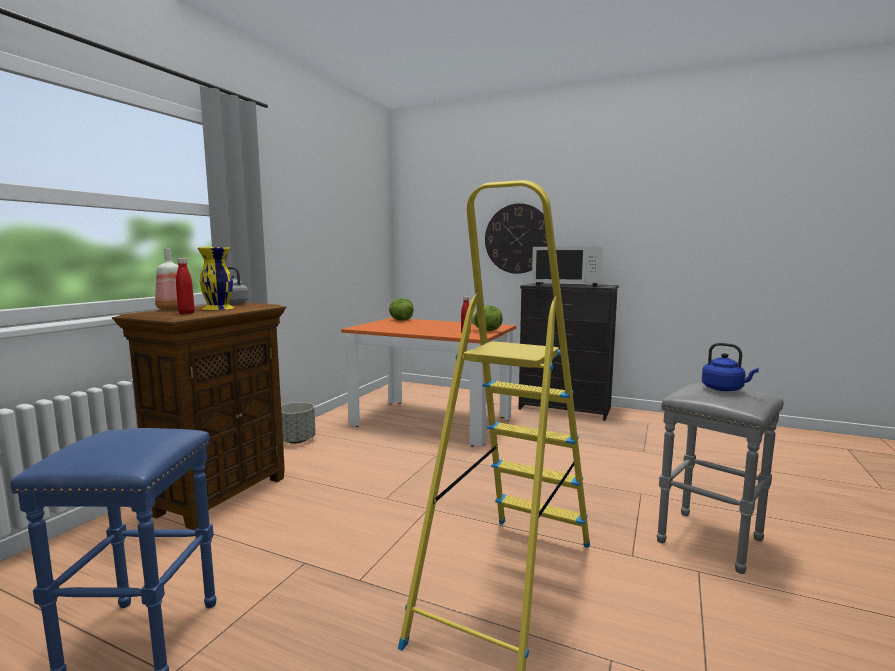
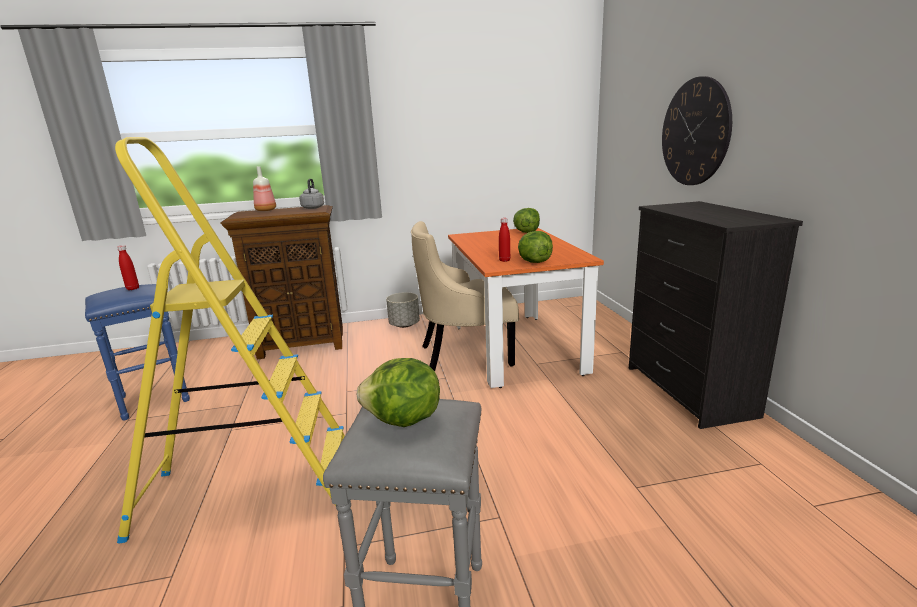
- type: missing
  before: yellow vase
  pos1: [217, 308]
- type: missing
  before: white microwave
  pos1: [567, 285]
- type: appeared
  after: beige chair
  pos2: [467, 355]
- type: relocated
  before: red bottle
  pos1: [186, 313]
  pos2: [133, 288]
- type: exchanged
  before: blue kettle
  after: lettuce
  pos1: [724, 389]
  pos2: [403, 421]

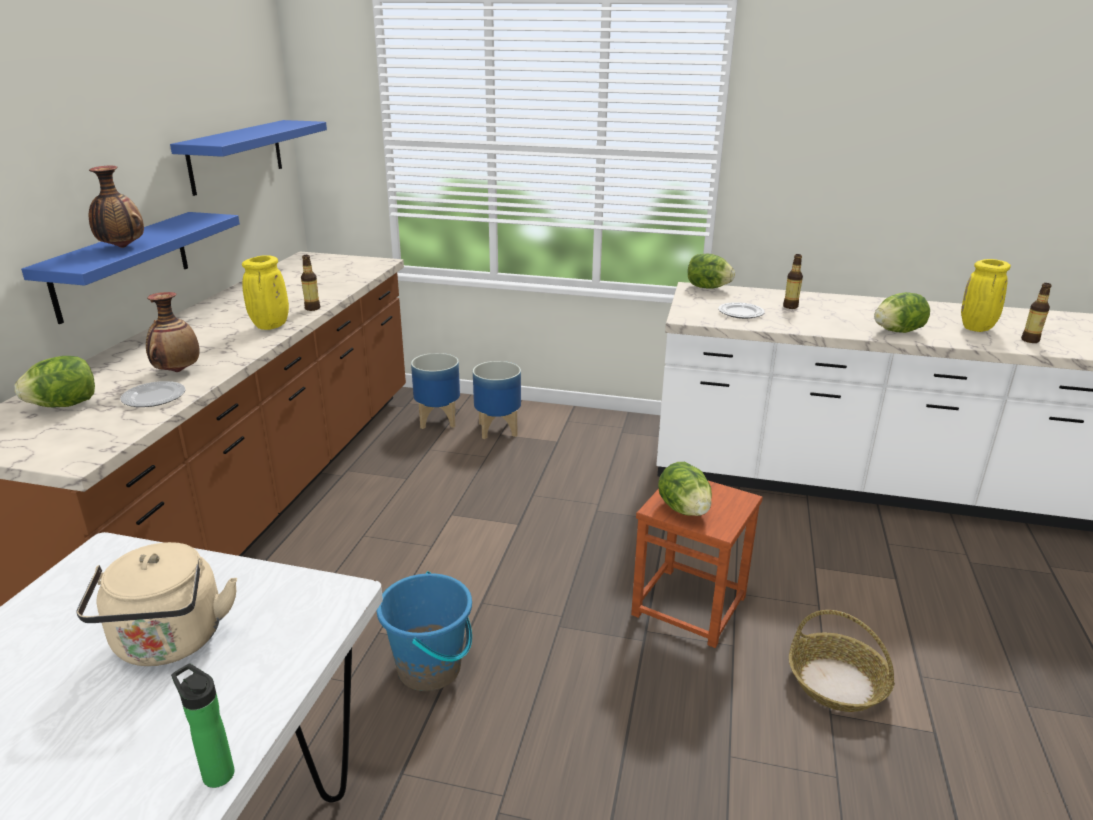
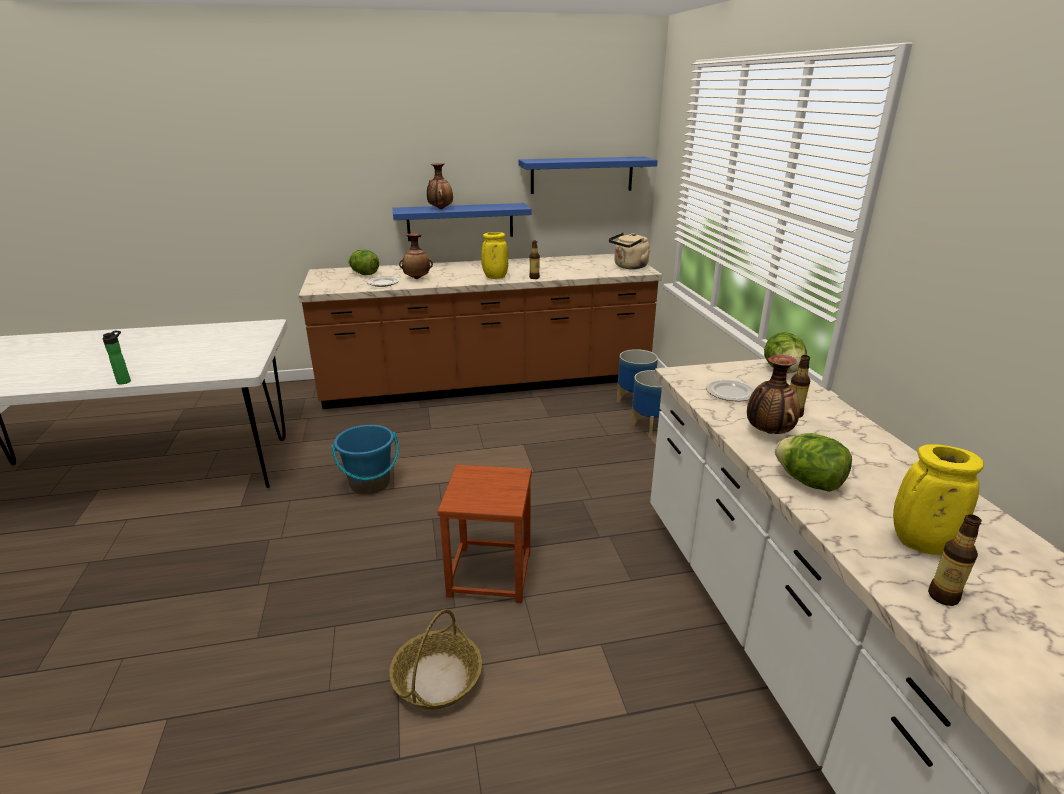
- type: missing
  before: lettuce
  pos1: [684, 509]
- type: appeared
  after: vase
  pos2: [768, 432]
- type: relocated
  before: beige kettle
  pos1: [169, 643]
  pos2: [629, 267]

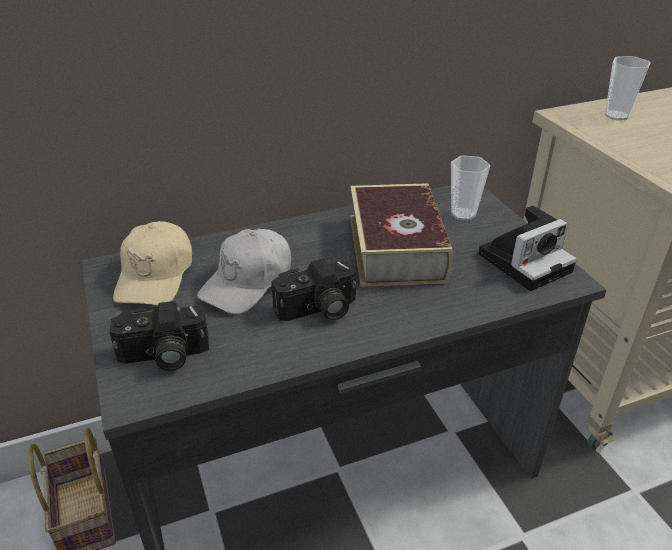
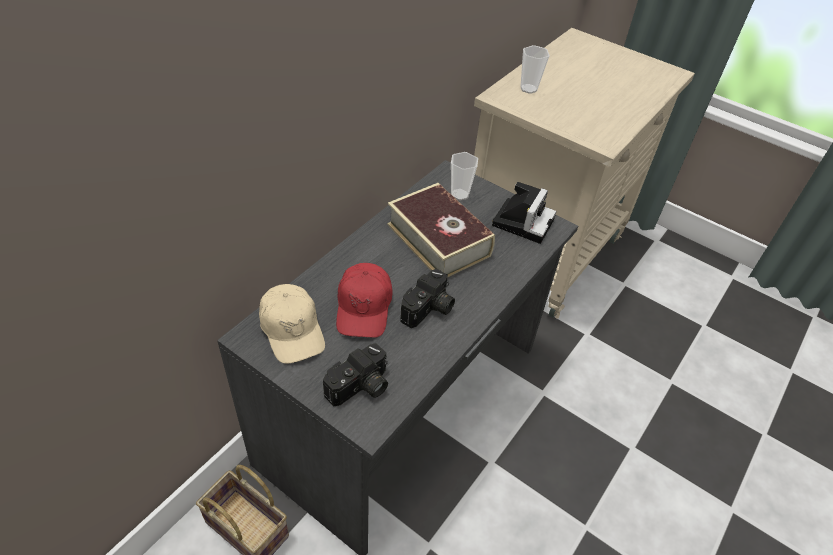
- type: colour
  before: white cap
  after: red cap
  pos1: [248, 282]
  pos2: [364, 307]

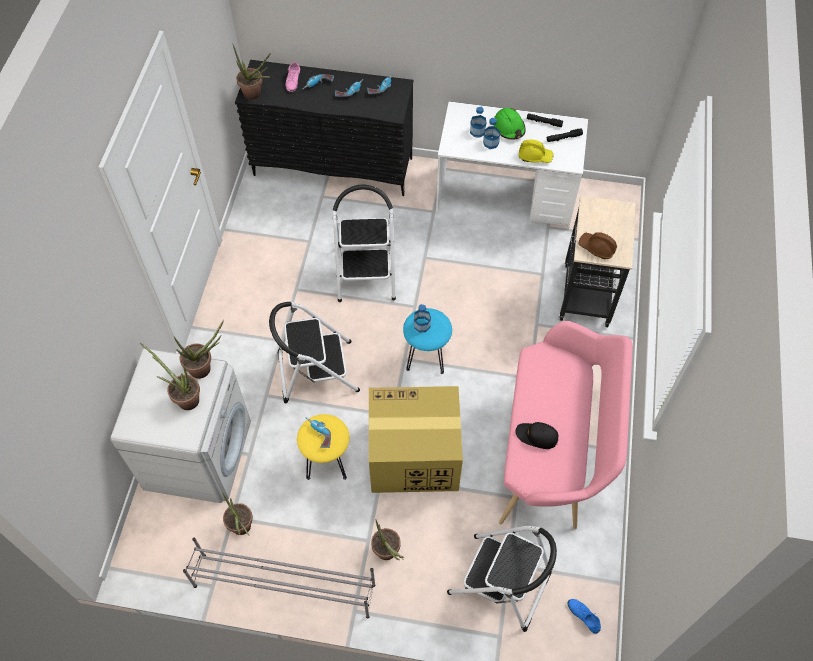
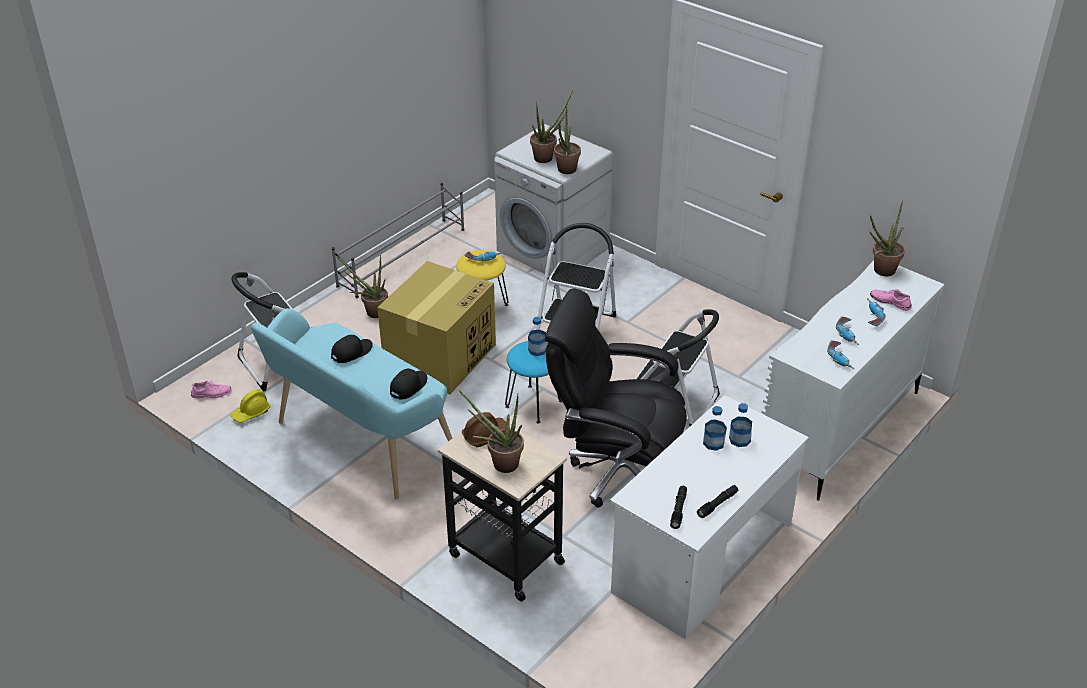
- type: missing
  before: green hard hat
  pos1: [509, 128]
- type: appeared
  after: black cap
  pos2: [408, 386]
- type: appeared
  after: black office chair
  pos2: [615, 471]
- type: relocated
  before: potted plant
  pos1: [242, 530]
  pos2: [500, 463]
- type: relocated
  before: yellow hard hat
  pos1: [535, 156]
  pos2: [251, 413]
- type: colour
  before: black dresser
  after: white dresser
  pos1: [333, 168]
  pos2: [839, 429]
- type: colour
  before: pink bench
  after: turquoise bench
  pos1: [553, 452]
  pos2: [358, 443]
- type: colour
  before: blue shoe
  after: pink shoe
  pos1: [583, 616]
  pos2: [211, 393]

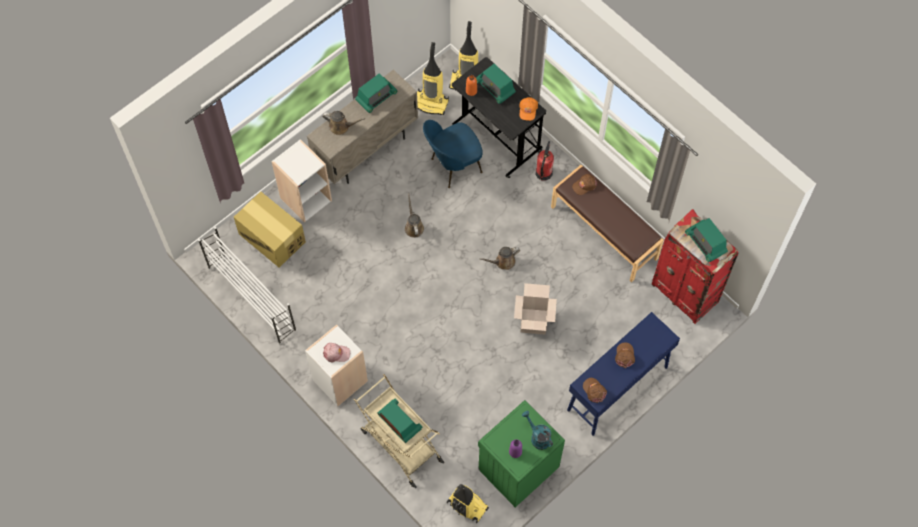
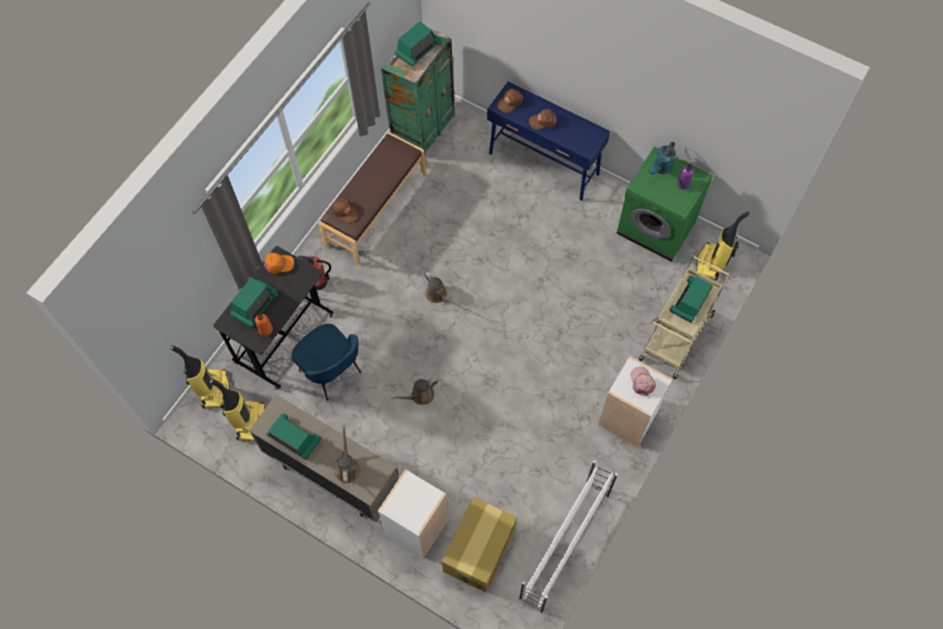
- type: missing
  before: cardboard box
  pos1: [533, 321]
- type: relocated
  before: brown cap
  pos1: [594, 391]
  pos2: [509, 102]
- type: colour
  before: red cabinet
  after: green cabinet
  pos1: [685, 293]
  pos2: [423, 128]

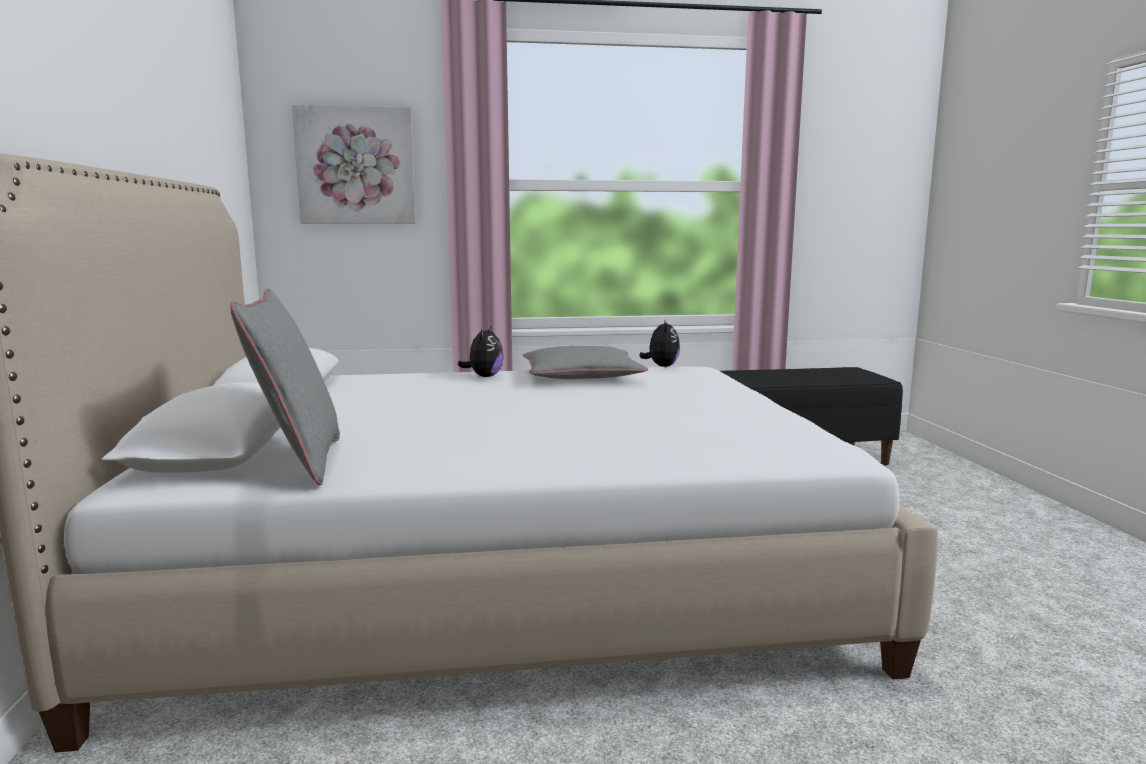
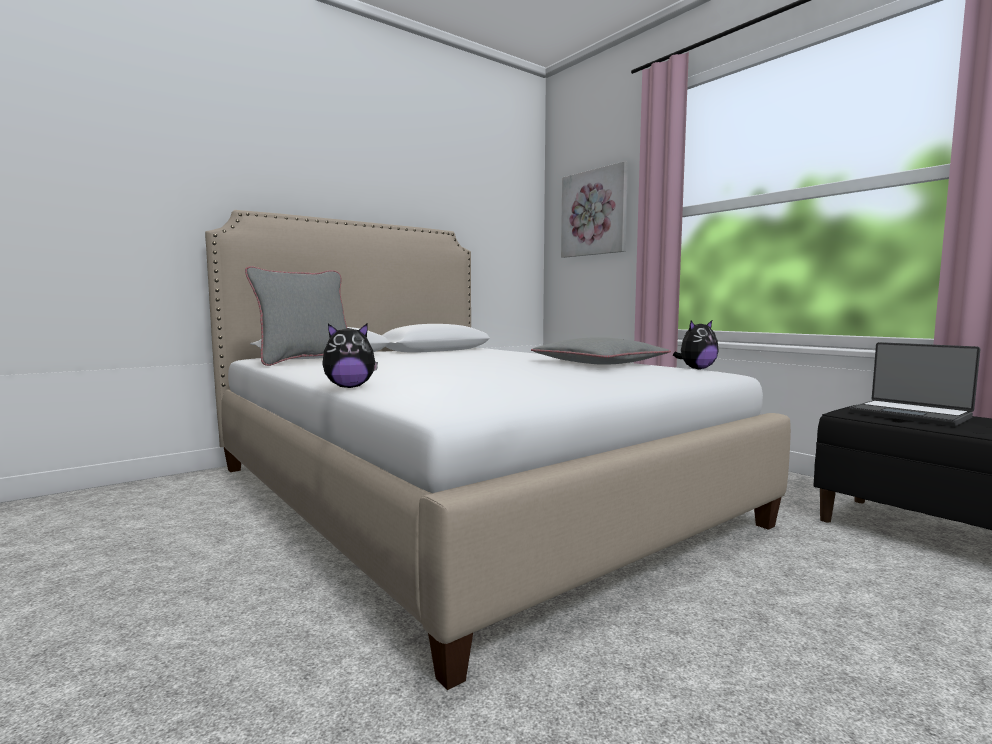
- type: appeared
  after: laptop
  pos2: [910, 415]
- type: relocated
  before: plush toy
  pos1: [484, 376]
  pos2: [350, 387]

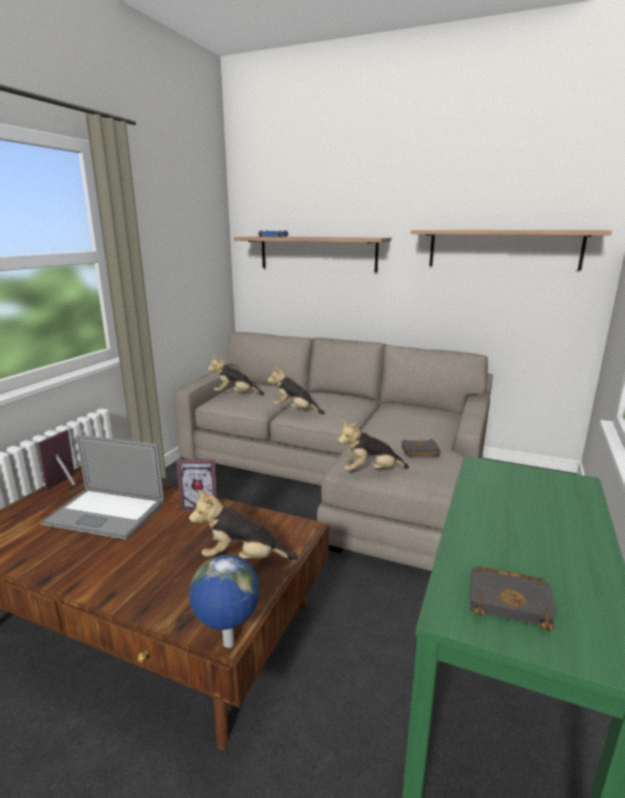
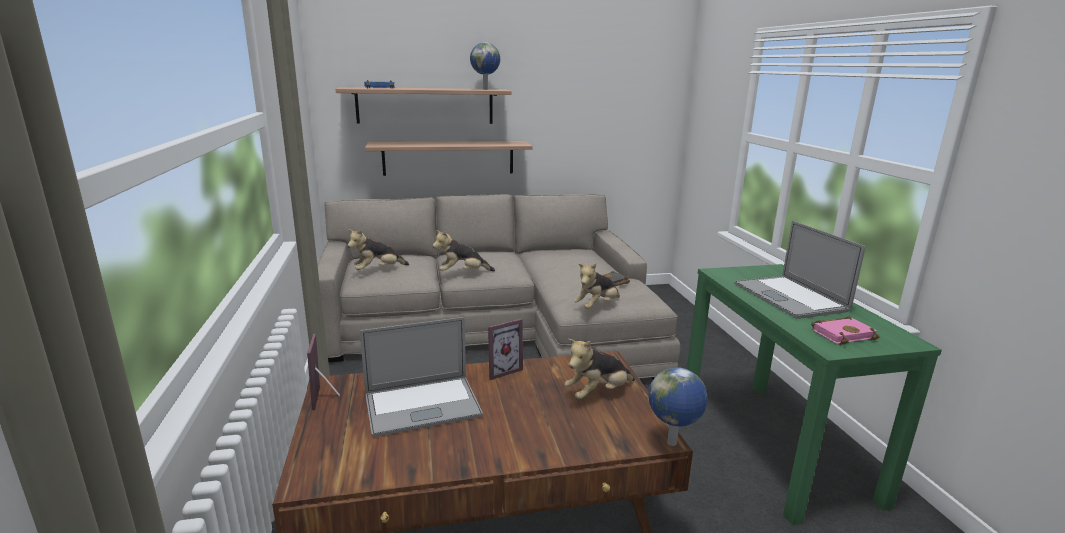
- type: appeared
  after: globe
  pos2: [485, 89]
- type: appeared
  after: laptop
  pos2: [789, 297]
- type: relocated
  before: shelf
  pos1: [503, 249]
  pos2: [448, 158]
- type: colour
  before: black book
  after: pink book
  pos1: [511, 601]
  pos2: [842, 334]

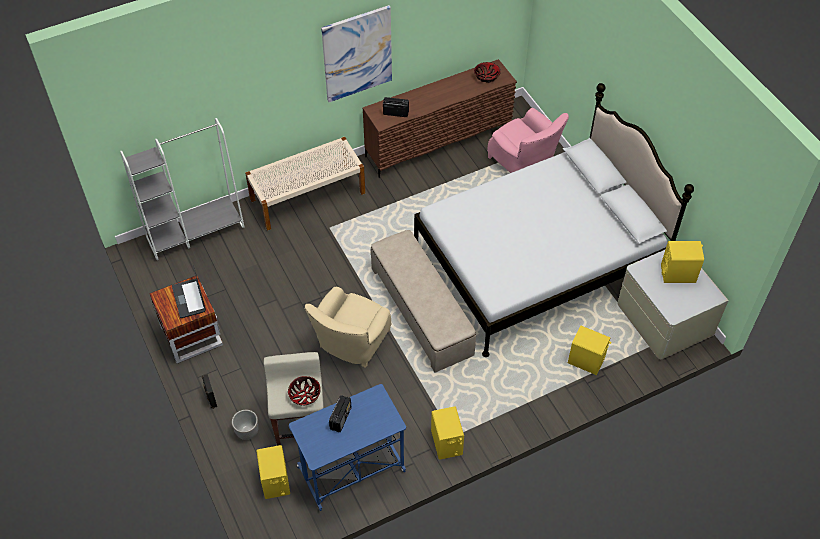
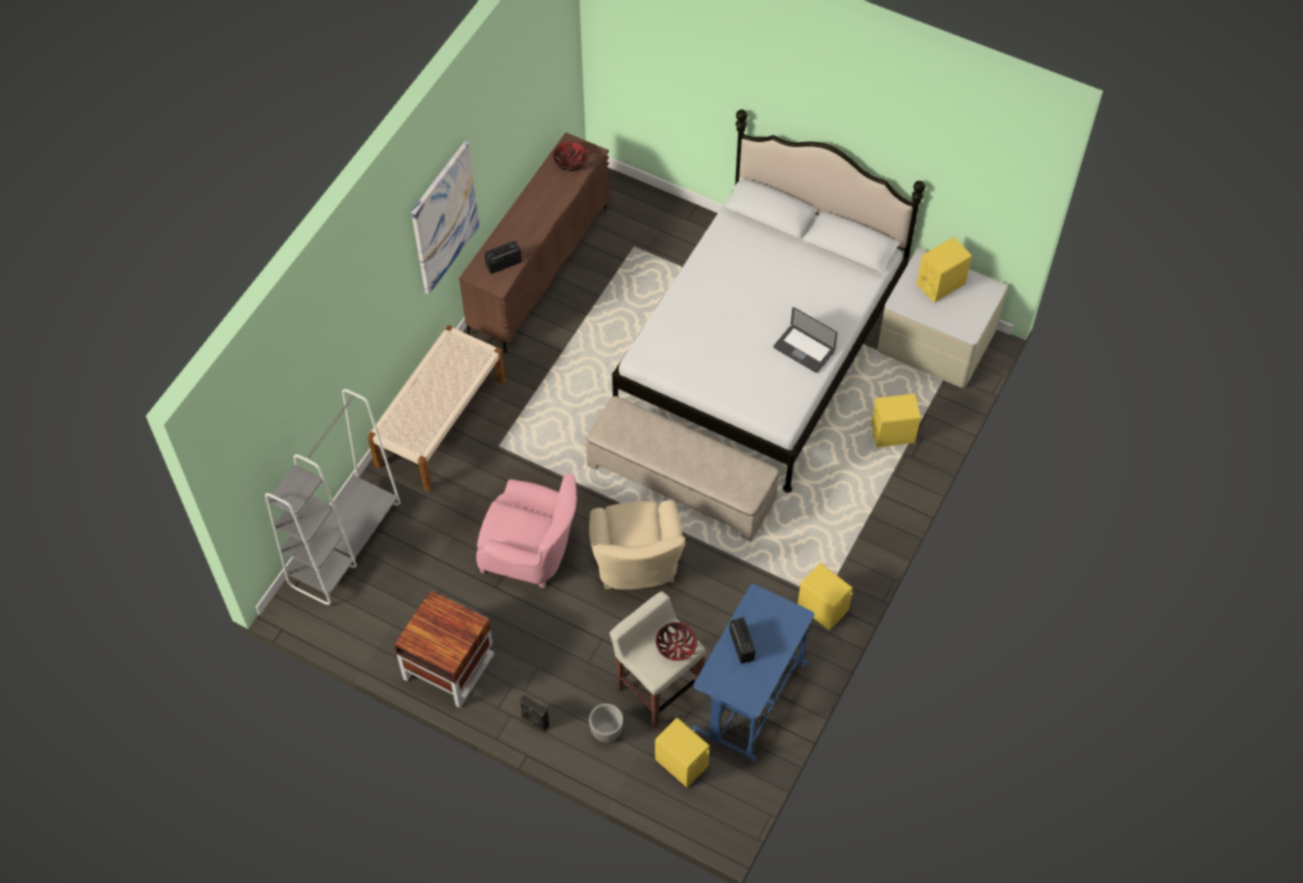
- type: relocated
  before: laptop
  pos1: [189, 299]
  pos2: [803, 350]
- type: relocated
  before: pink armchair
  pos1: [523, 162]
  pos2: [531, 553]

